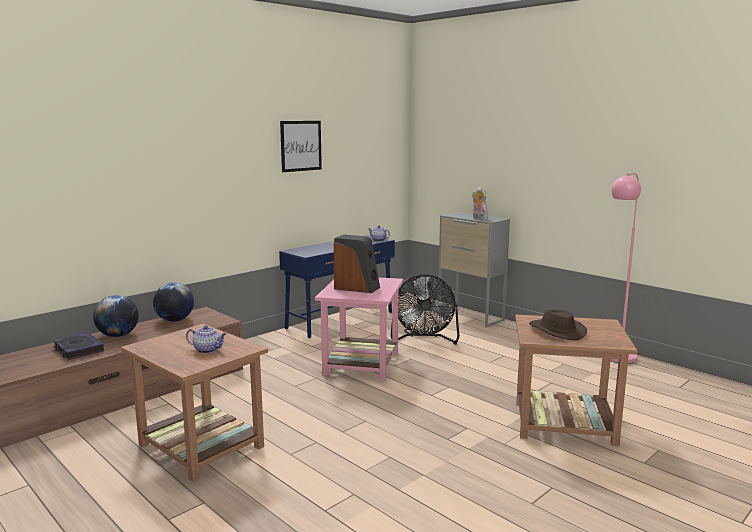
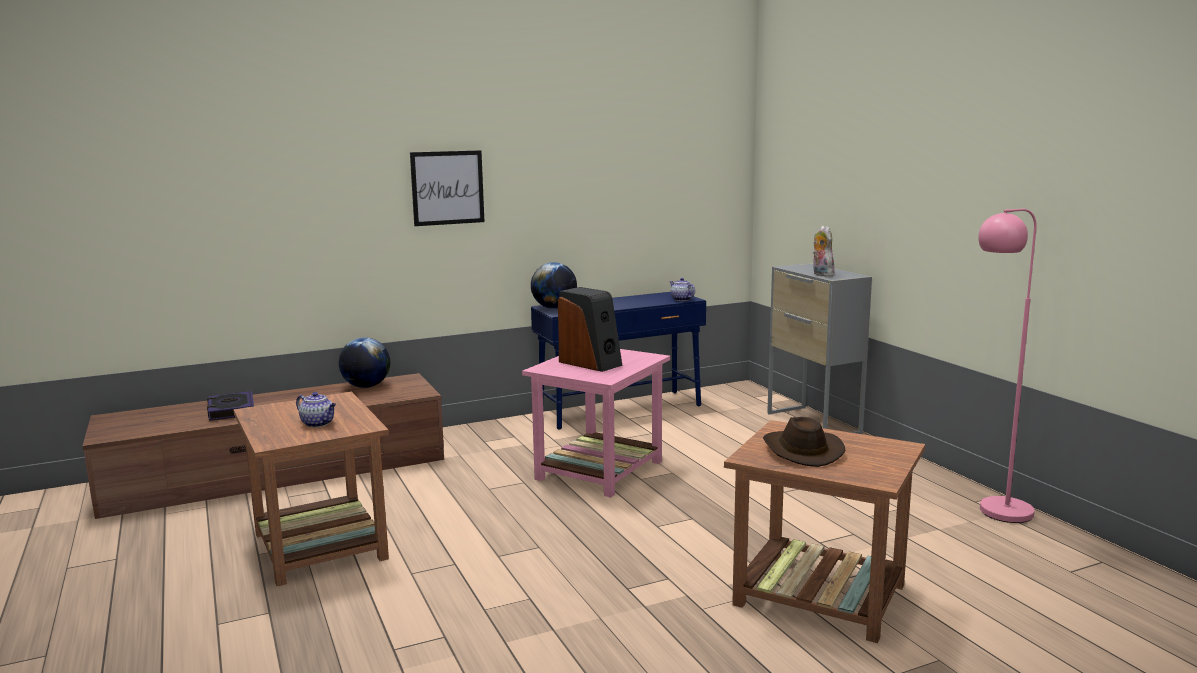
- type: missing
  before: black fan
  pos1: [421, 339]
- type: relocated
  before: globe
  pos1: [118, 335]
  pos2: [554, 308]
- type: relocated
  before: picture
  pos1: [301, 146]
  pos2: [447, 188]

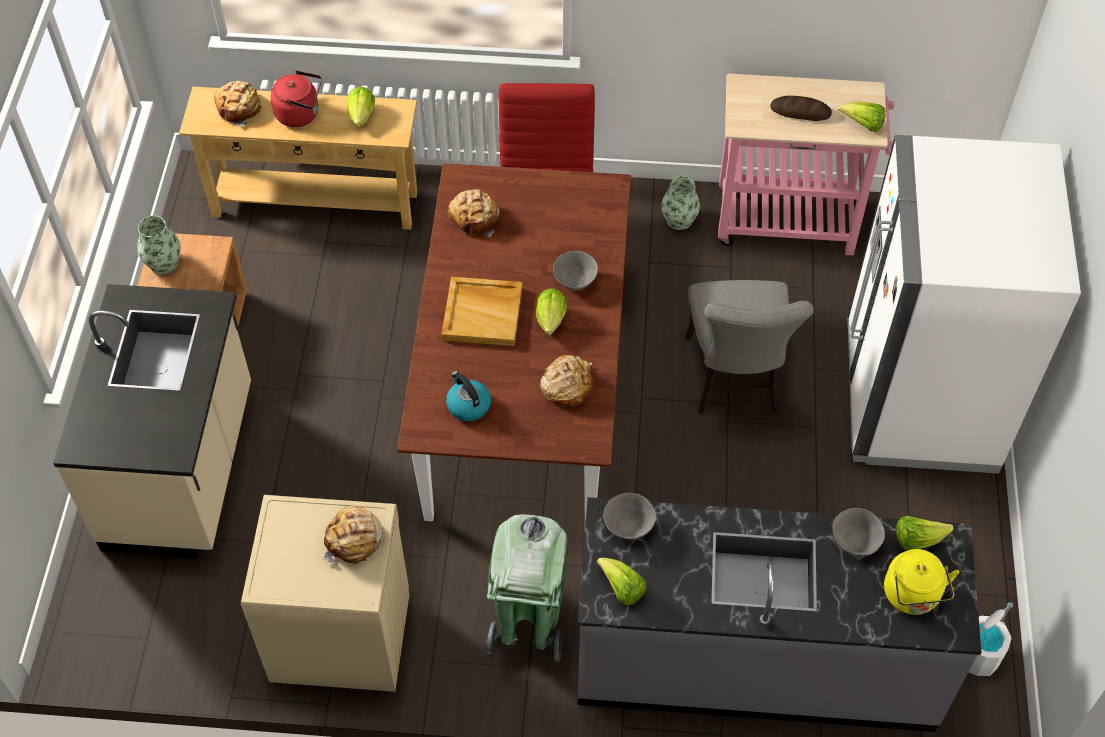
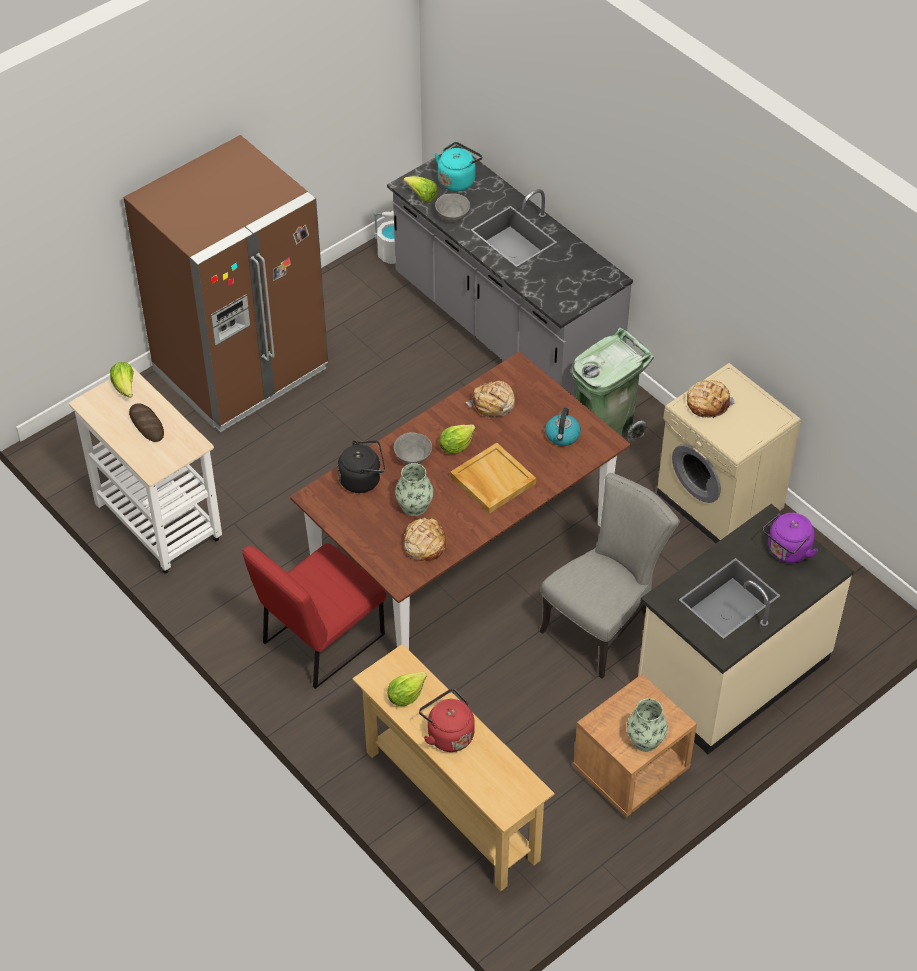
- type: missing
  before: bread
  pos1: [239, 108]
- type: missing
  before: lettuce
  pos1: [622, 588]
- type: missing
  before: grey bowl
  pos1: [628, 526]
- type: appeared
  after: black kettle
  pos2: [363, 479]
- type: appeared
  after: purple kettle
  pos2: [787, 551]
- type: relocated
  before: vase
  pos1: [679, 220]
  pos2: [414, 506]
- type: relocated
  before: grey chair
  pos1: [734, 380]
  pos2: [603, 625]
- type: colour
  before: pink cart
  after: white cart
  pos1: [788, 222]
  pos2: [156, 521]
- type: colour
  before: white fridge
  after: brown fridge
  pos1: [919, 398]
  pos2: [241, 370]
- type: colour
  before: yellow kettle
  after: turquoise kettle
  pos1: [912, 596]
  pos2: [457, 180]

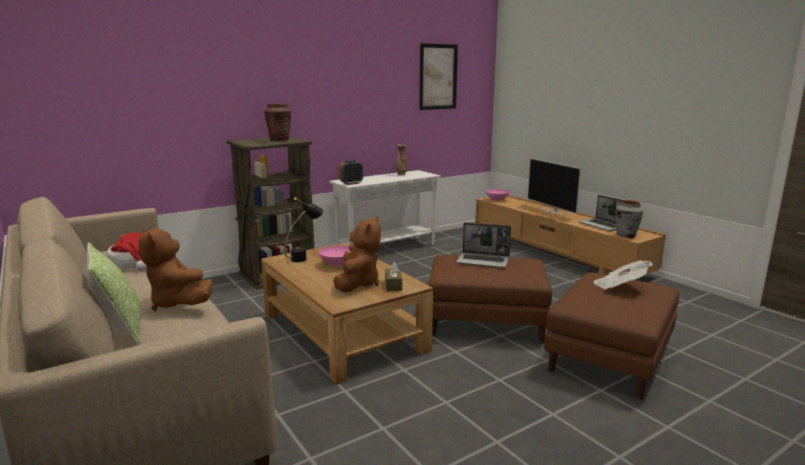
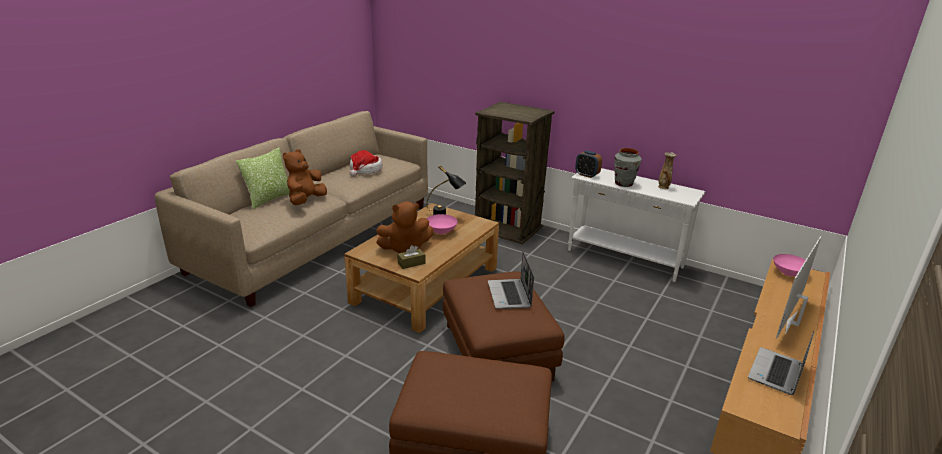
- type: missing
  before: brown vase
  pos1: [279, 140]
- type: missing
  before: picture
  pos1: [438, 77]
- type: missing
  before: newspaper
  pos1: [619, 287]
- type: relocated
  before: grey vase
  pos1: [626, 235]
  pos2: [624, 184]

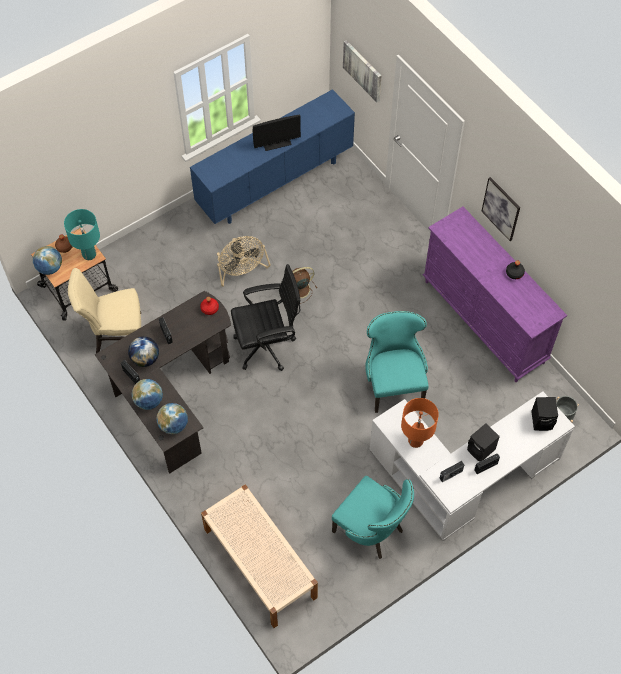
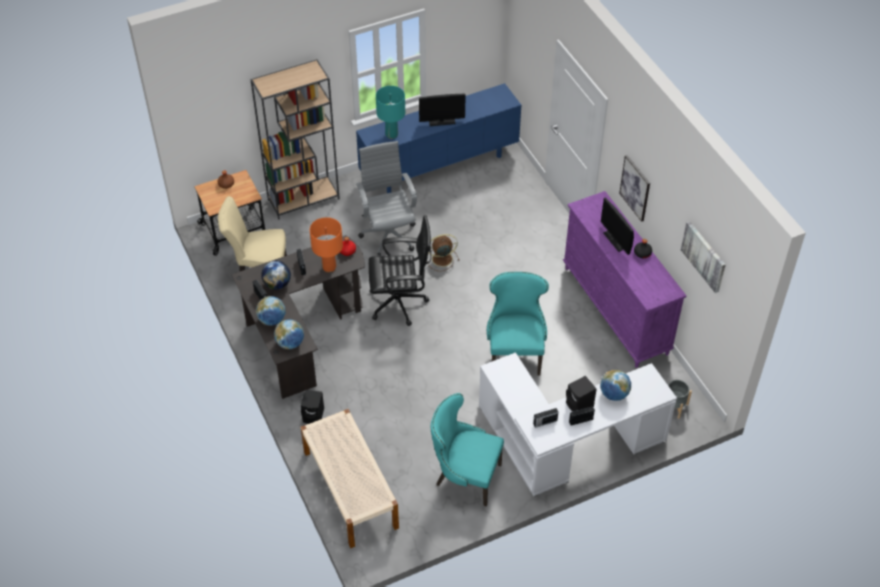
- type: appeared
  after: bookcase
  pos2: [303, 199]
- type: appeared
  after: monitor
  pos2: [616, 240]
- type: relocated
  before: globe
  pos1: [50, 268]
  pos2: [614, 394]
- type: relocated
  before: turquoise table lamp
  pos1: [89, 255]
  pos2: [391, 134]
- type: relocated
  before: picture
  pos1: [363, 70]
  pos2: [704, 256]
- type: relocated
  before: orange table lamp
  pos1: [416, 441]
  pos2: [329, 267]
- type: relocated
  before: black speaker
  pos1: [542, 420]
  pos2: [314, 416]
- type: exchanged
  before: beige fan
  after: grey office chair
  pos1: [239, 270]
  pos2: [388, 235]
- type: spun
  before: turquoise chair
  pos1: [371, 530]
  pos2: [465, 476]
  turn: 150

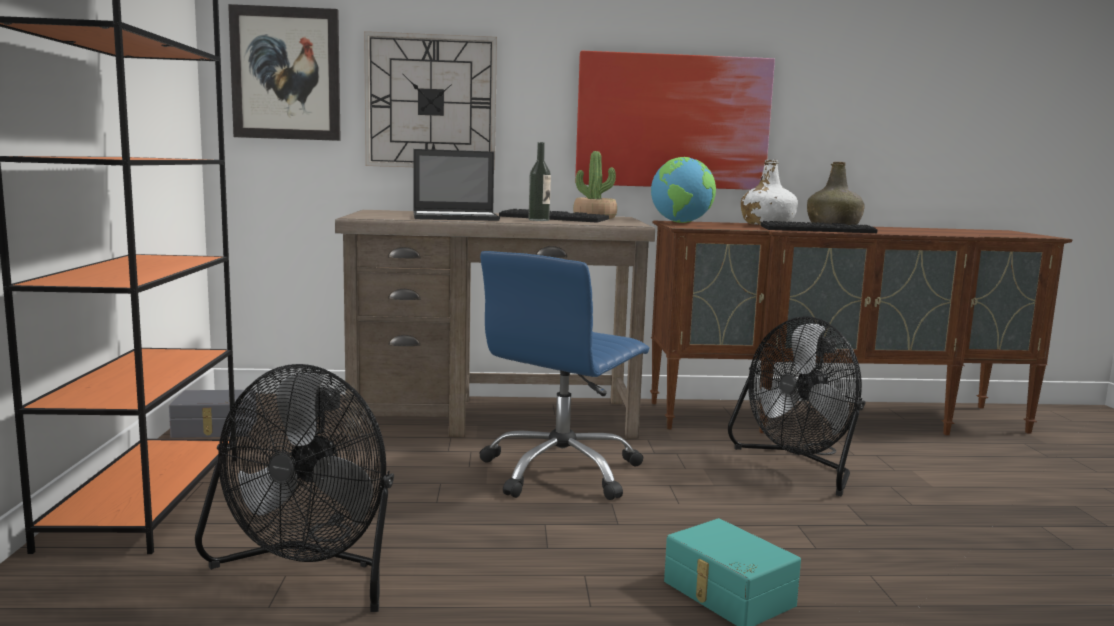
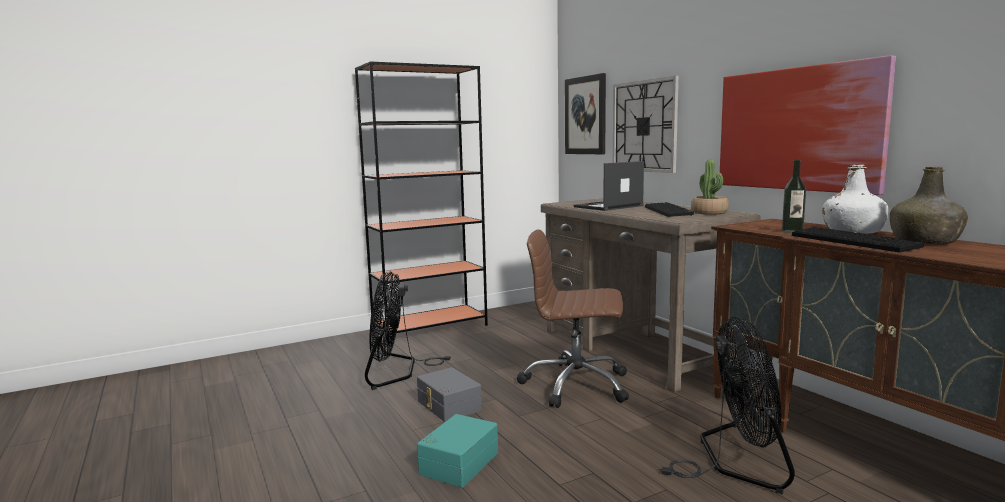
- type: missing
  before: globe
  pos1: [681, 222]
- type: relocated
  before: grey storage box
  pos1: [214, 429]
  pos2: [448, 406]
- type: relocated
  before: bottle
  pos1: [539, 220]
  pos2: [792, 231]
- type: colour
  before: blue office chair
  after: brown office chair
  pos1: [561, 471]
  pos2: [575, 385]
- type: spun
  before: laptop
  pos1: [456, 217]
  pos2: [608, 206]
  turn: 90
- type: spun
  before: black fan
  pos1: [800, 464]
  pos2: [730, 458]
  turn: 150

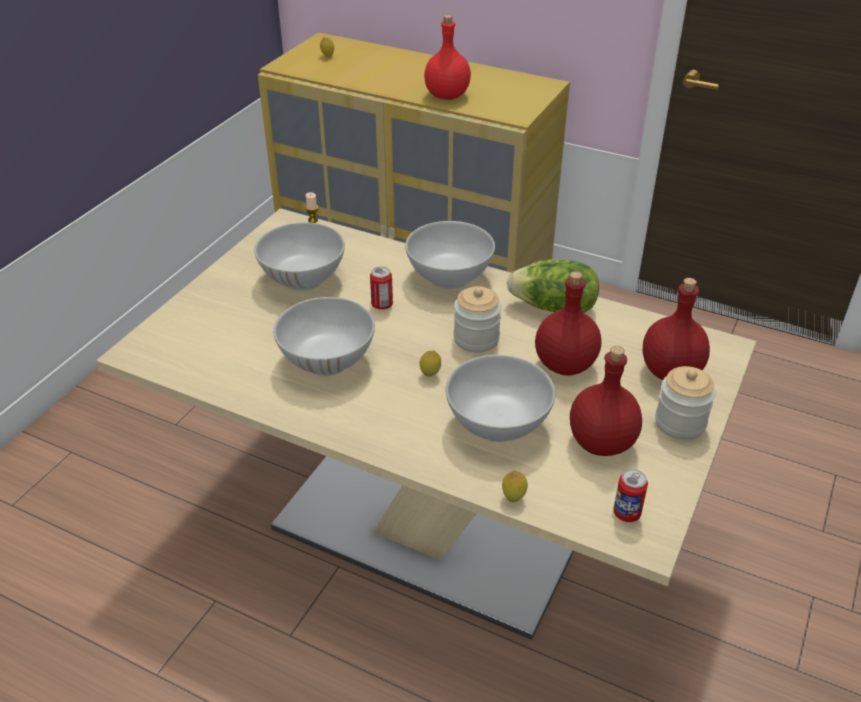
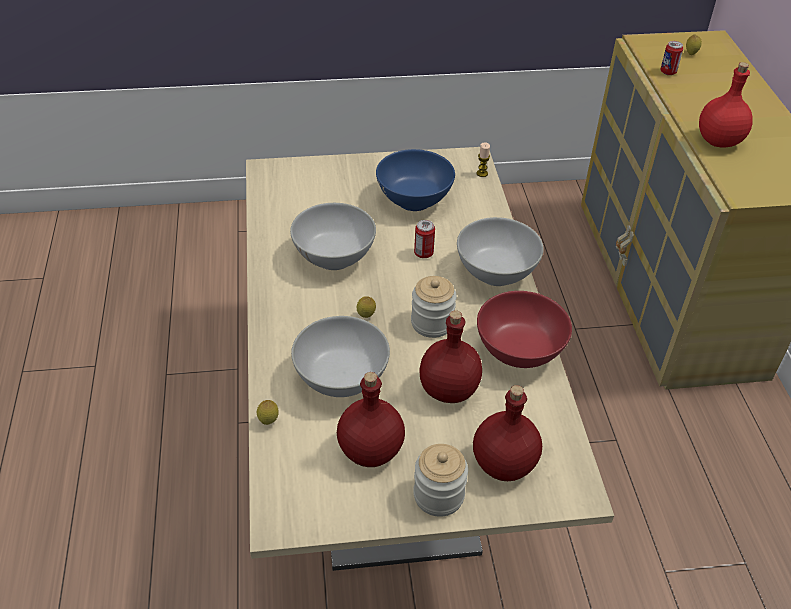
- type: relocated
  before: can
  pos1: [626, 513]
  pos2: [668, 72]
- type: exchanged
  before: lettuce
  after: red bowl
  pos1: [554, 308]
  pos2: [519, 352]
- type: colour
  before: white bowl
  after: blue bowl
  pos1: [303, 278]
  pos2: [414, 200]

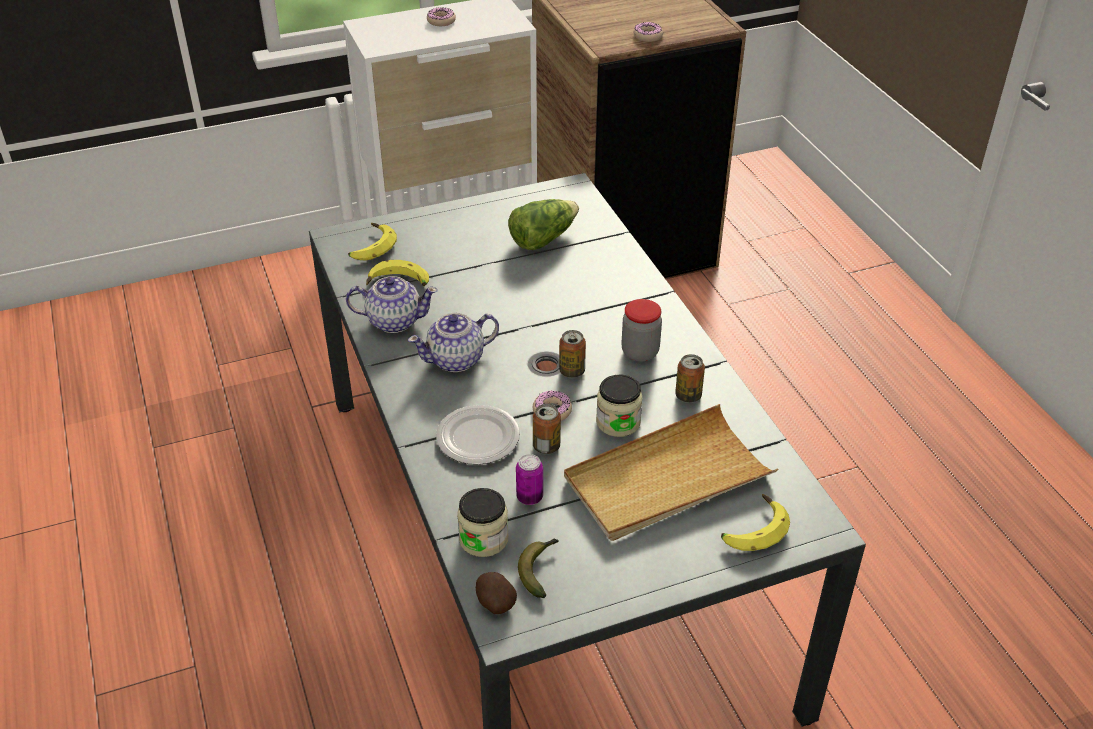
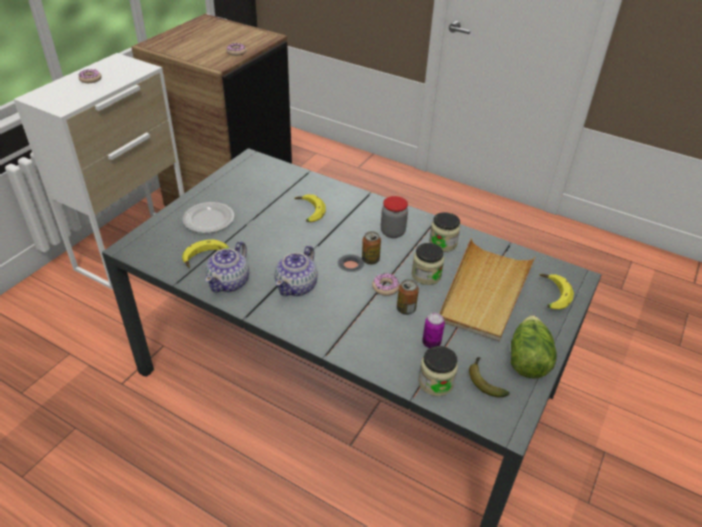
- type: missing
  before: potato
  pos1: [494, 602]
- type: relocated
  before: banana
  pos1: [370, 247]
  pos2: [308, 212]
- type: relocated
  before: plate
  pos1: [479, 438]
  pos2: [209, 220]
- type: relocated
  before: lettuce
  pos1: [543, 238]
  pos2: [527, 358]
- type: exchanged
  before: can
  after: jar
  pos1: [688, 396]
  pos2: [443, 243]
- type: spun
  before: teapot
  pos1: [393, 321]
  pos2: [230, 282]
  turn: 150

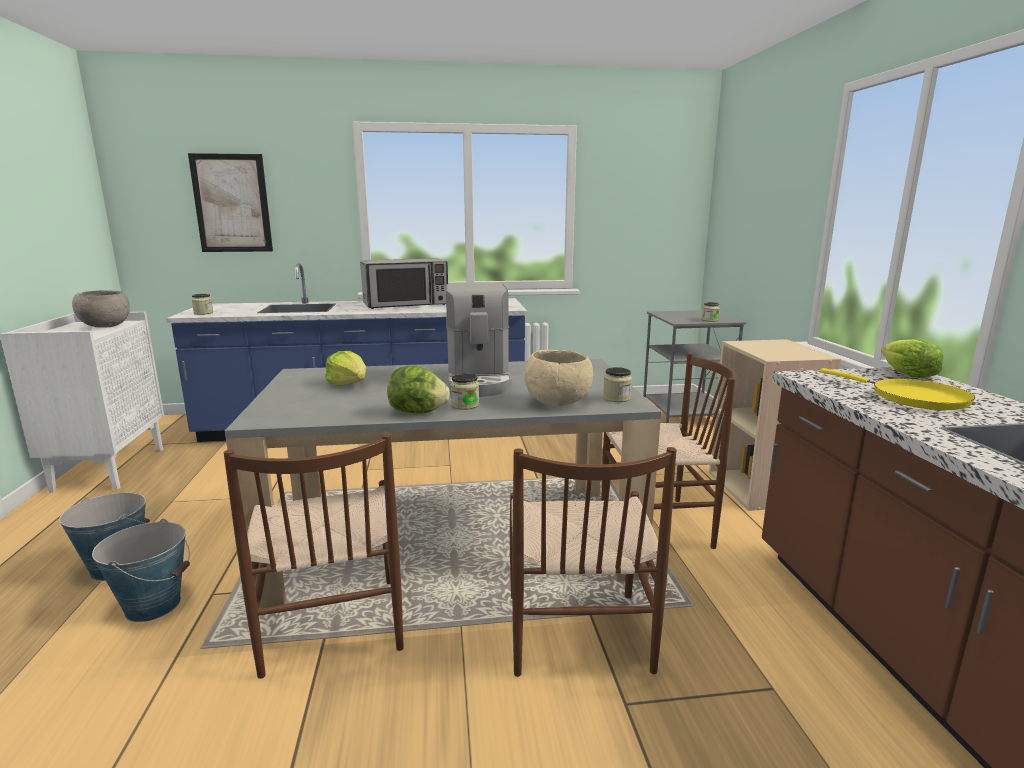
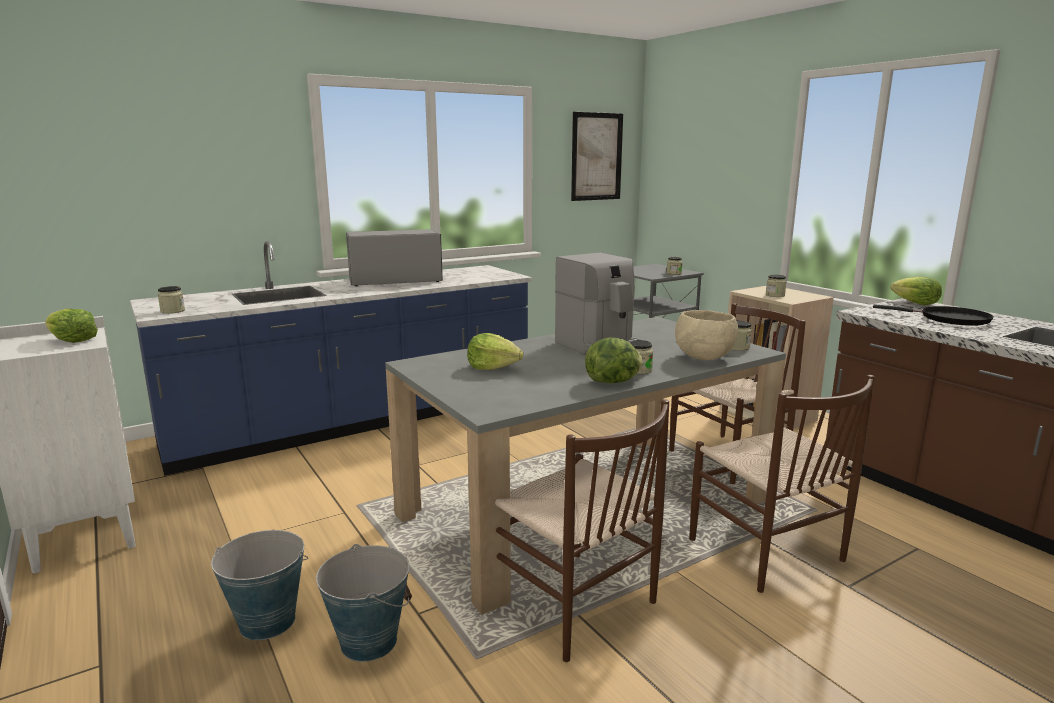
- type: appeared
  after: jar
  pos2: [775, 295]
- type: relocated
  before: picture
  pos1: [232, 203]
  pos2: [596, 156]
- type: exchanged
  before: grey bowl
  after: lettuce
  pos1: [105, 327]
  pos2: [72, 340]
- type: colour
  before: yellow frying pan
  after: black frying pan
  pos1: [912, 398]
  pos2: [949, 319]
- type: spun
  before: microwave
  pos1: [406, 304]
  pos2: [395, 280]
  turn: -150

